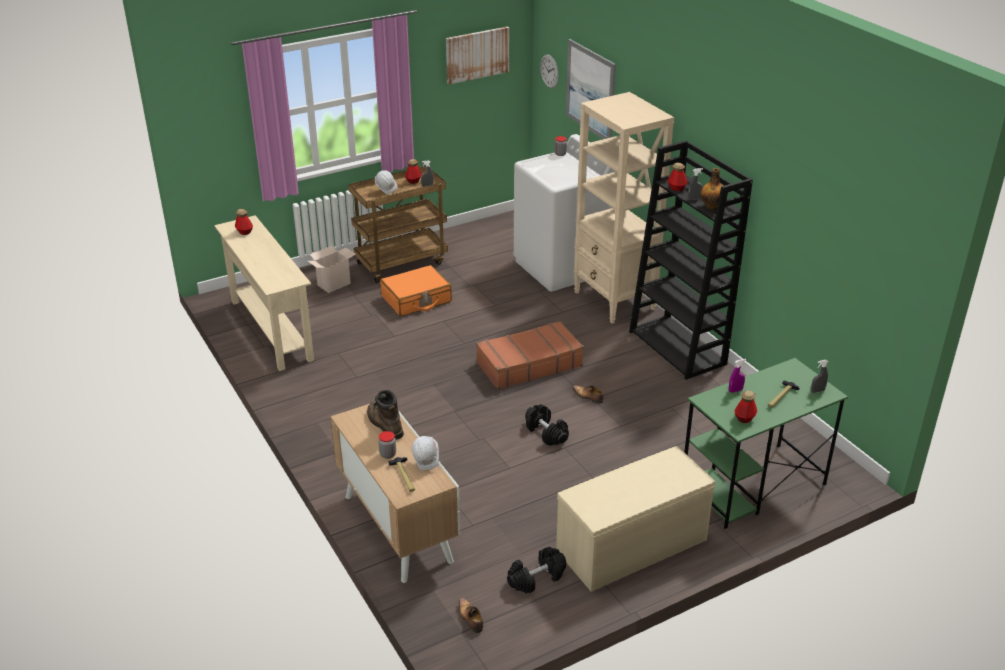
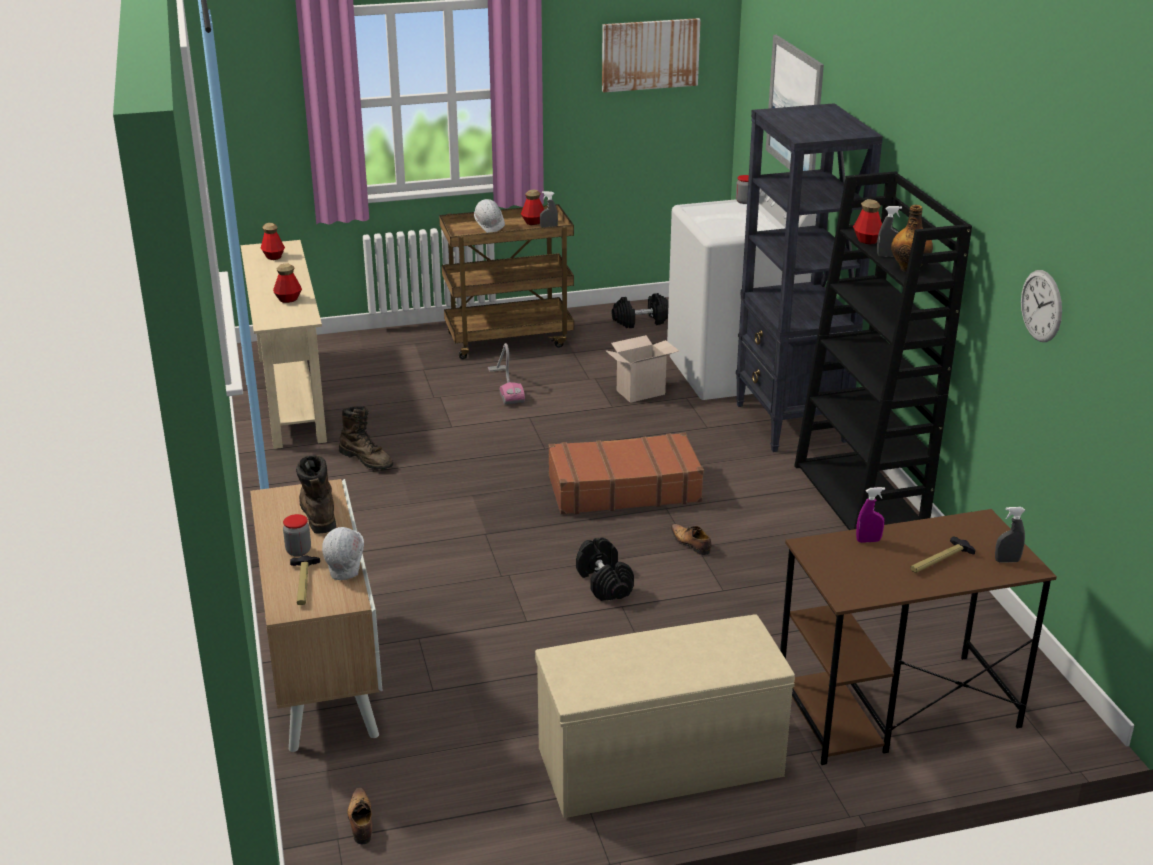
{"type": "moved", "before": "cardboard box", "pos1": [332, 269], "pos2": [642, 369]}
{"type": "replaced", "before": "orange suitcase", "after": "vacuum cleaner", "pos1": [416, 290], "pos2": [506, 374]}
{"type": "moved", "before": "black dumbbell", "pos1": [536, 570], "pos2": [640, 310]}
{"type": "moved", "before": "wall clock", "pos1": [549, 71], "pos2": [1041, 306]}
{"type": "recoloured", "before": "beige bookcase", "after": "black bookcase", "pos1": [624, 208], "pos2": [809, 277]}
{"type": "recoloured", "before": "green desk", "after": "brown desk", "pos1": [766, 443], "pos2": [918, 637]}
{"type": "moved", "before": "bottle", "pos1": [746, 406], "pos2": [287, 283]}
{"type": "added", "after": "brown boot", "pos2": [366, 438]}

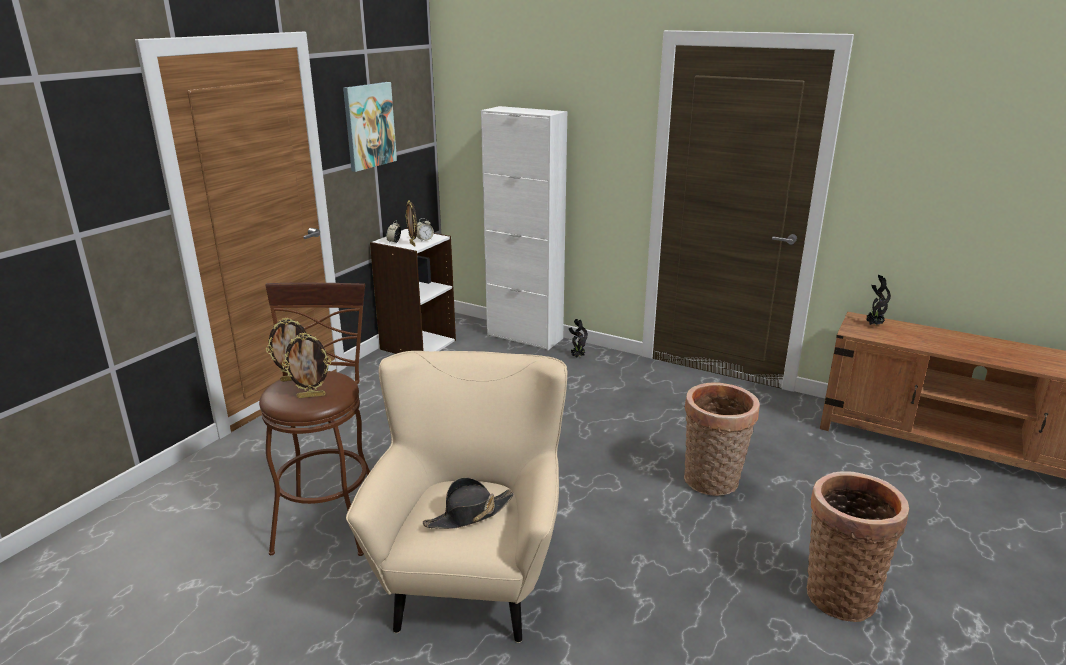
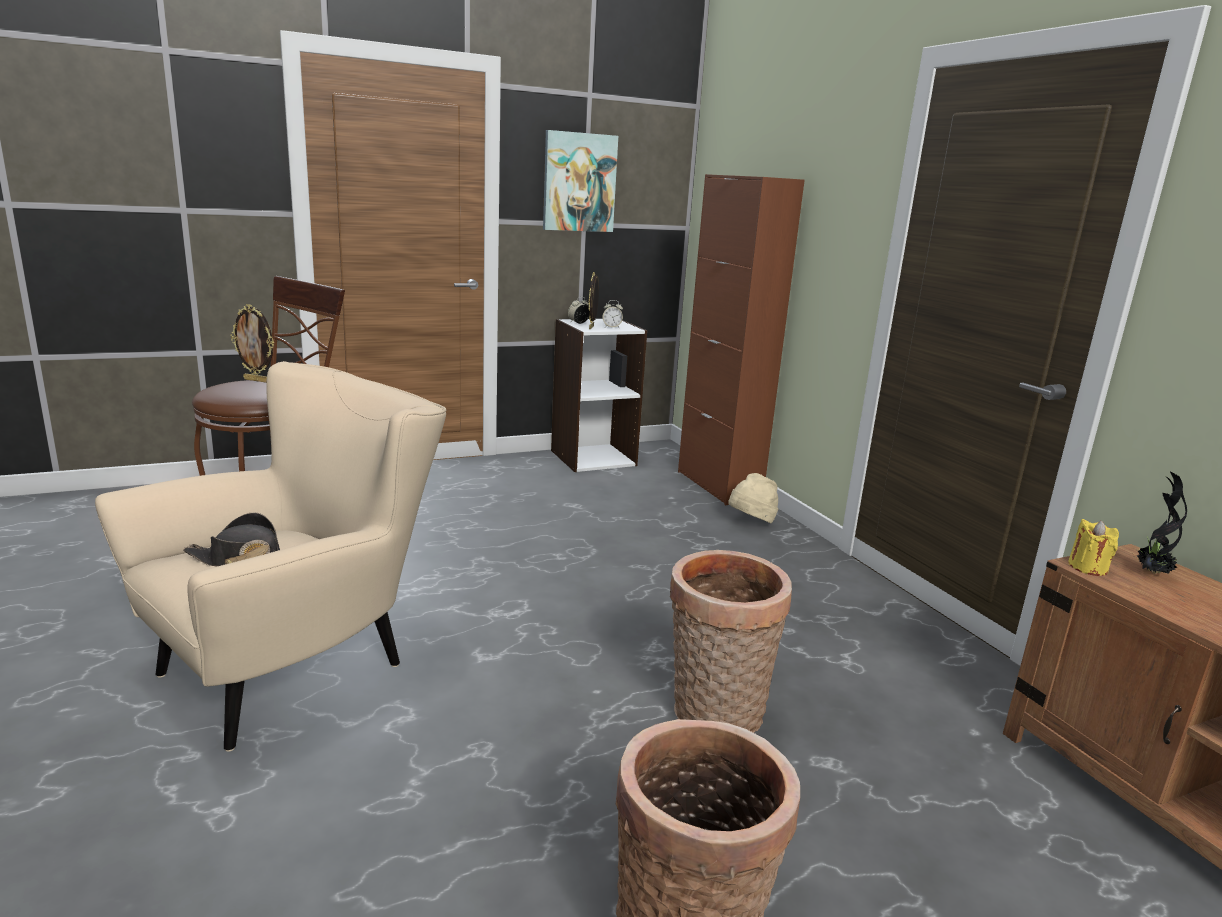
{"type": "removed", "before": "picture frame", "pos1": [306, 365]}
{"type": "recoloured", "before": "white cabinet", "after": "brown cabinet", "pos1": [524, 228], "pos2": [741, 339]}
{"type": "replaced", "before": "potted plant", "after": "beige hat", "pos1": [578, 338], "pos2": [753, 498]}
{"type": "added", "after": "yellow candle", "pos2": [1093, 547]}

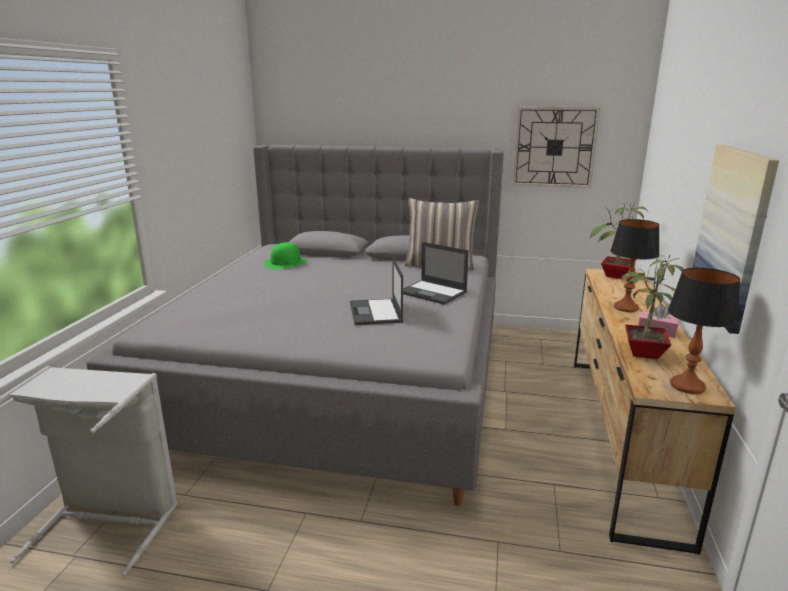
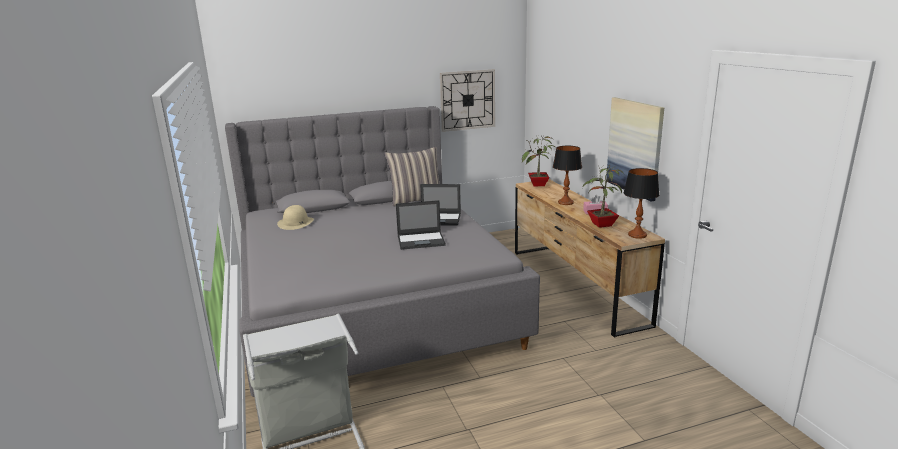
{"type": "recoloured", "before": "green hat", "after": "beige hat", "pos1": [285, 255], "pos2": [295, 217]}
{"type": "turned", "before": "laptop", "pos1": [376, 291], "pos2": [421, 225], "turn": -60}

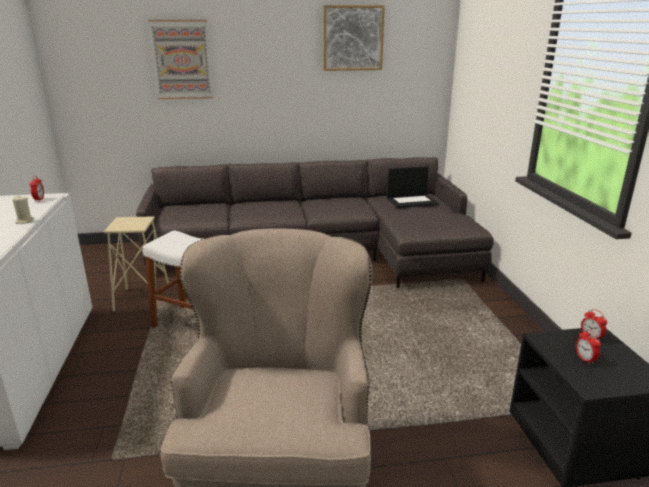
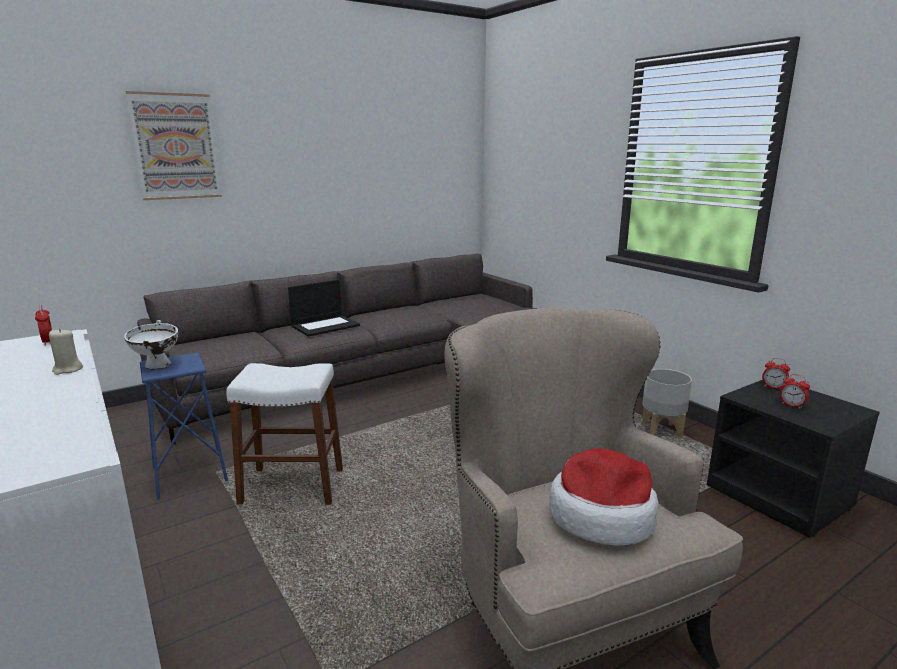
{"type": "recoloured", "before": "beige stool", "after": "blue stool", "pos1": [137, 264], "pos2": [184, 426]}
{"type": "removed", "before": "picture", "pos1": [354, 38]}
{"type": "moved", "before": "laptop", "pos1": [413, 187], "pos2": [324, 308]}
{"type": "added", "after": "white bowl", "pos2": [151, 345]}
{"type": "added", "after": "hat", "pos2": [604, 497]}
{"type": "added", "after": "grey planter", "pos2": [667, 403]}

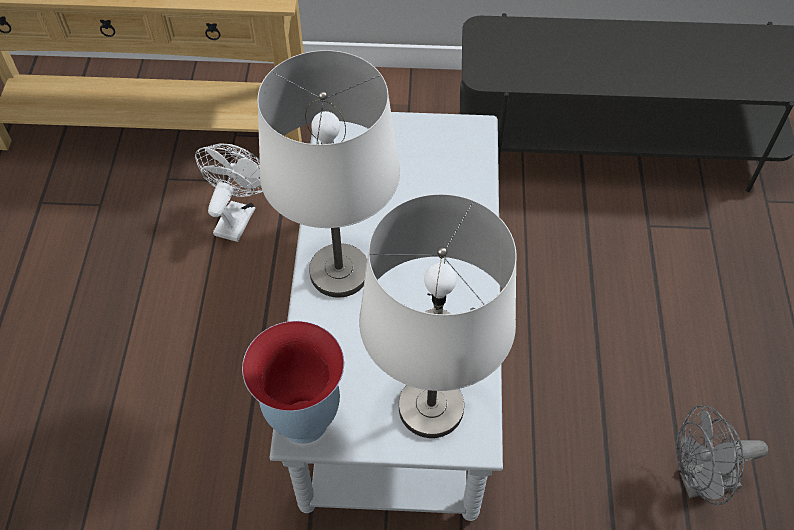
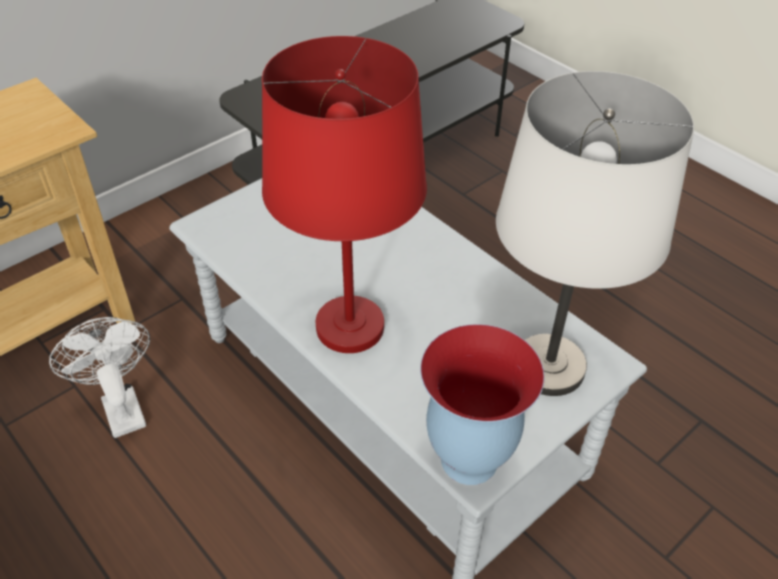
{"type": "recoloured", "before": "white table lamp", "after": "red table lamp", "pos1": [328, 174], "pos2": [344, 194]}
{"type": "removed", "before": "grey fan", "pos1": [722, 455]}

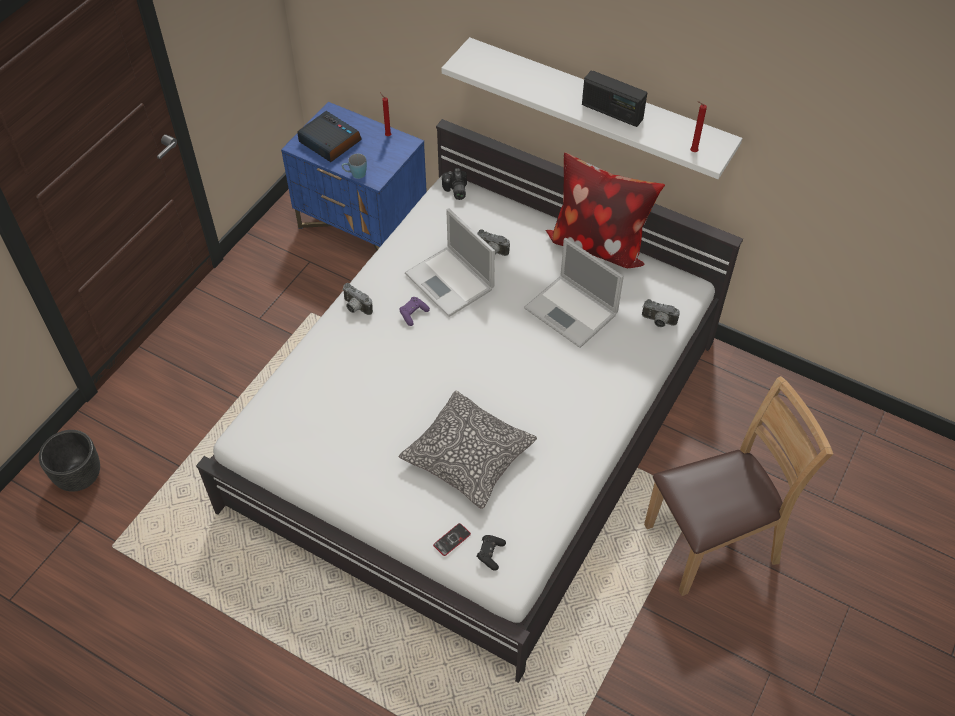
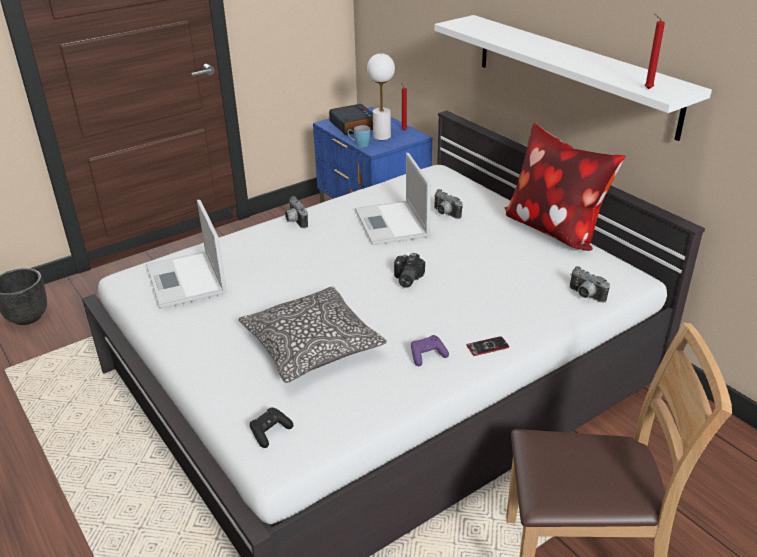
{"type": "moved", "before": "purple game controller", "pos1": [414, 311], "pos2": [430, 350]}
{"type": "moved", "before": "phone", "pos1": [452, 539], "pos2": [488, 346]}
{"type": "moved", "before": "photo camera", "pos1": [454, 184], "pos2": [409, 270]}
{"type": "moved", "before": "laptop", "pos1": [574, 293], "pos2": [186, 254]}
{"type": "removed", "before": "radio", "pos1": [614, 99]}
{"type": "added", "after": "white table lamp", "pos2": [381, 96]}

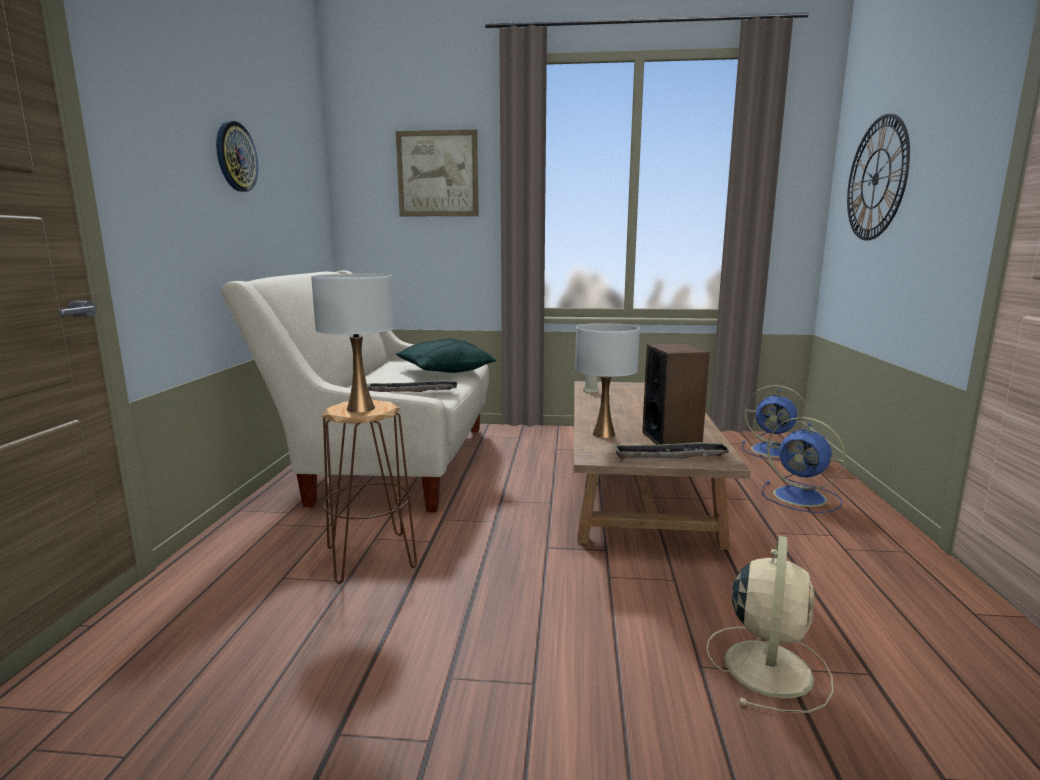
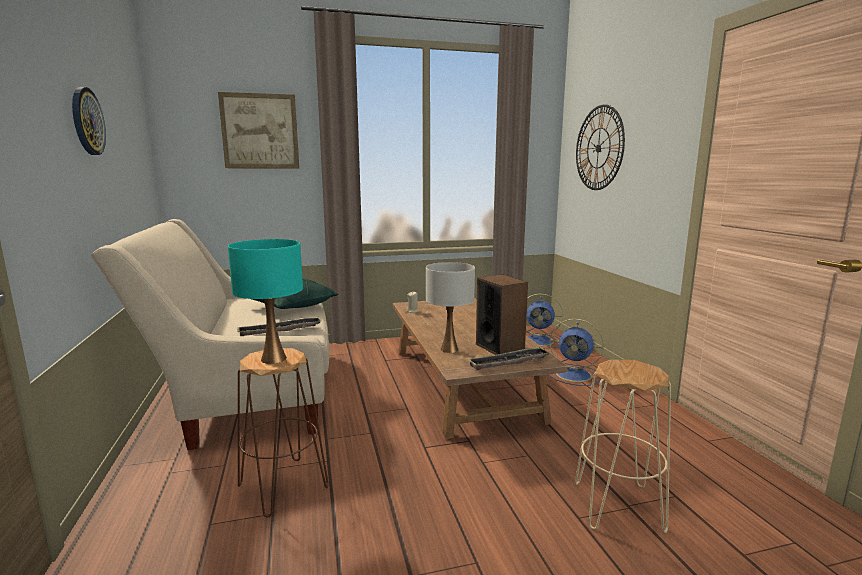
{"type": "recoloured", "before": "white table lamp", "after": "turquoise table lamp", "pos1": [352, 343], "pos2": [265, 301]}
{"type": "replaced", "before": "beige fan", "after": "beige stool", "pos1": [770, 624], "pos2": [623, 446]}

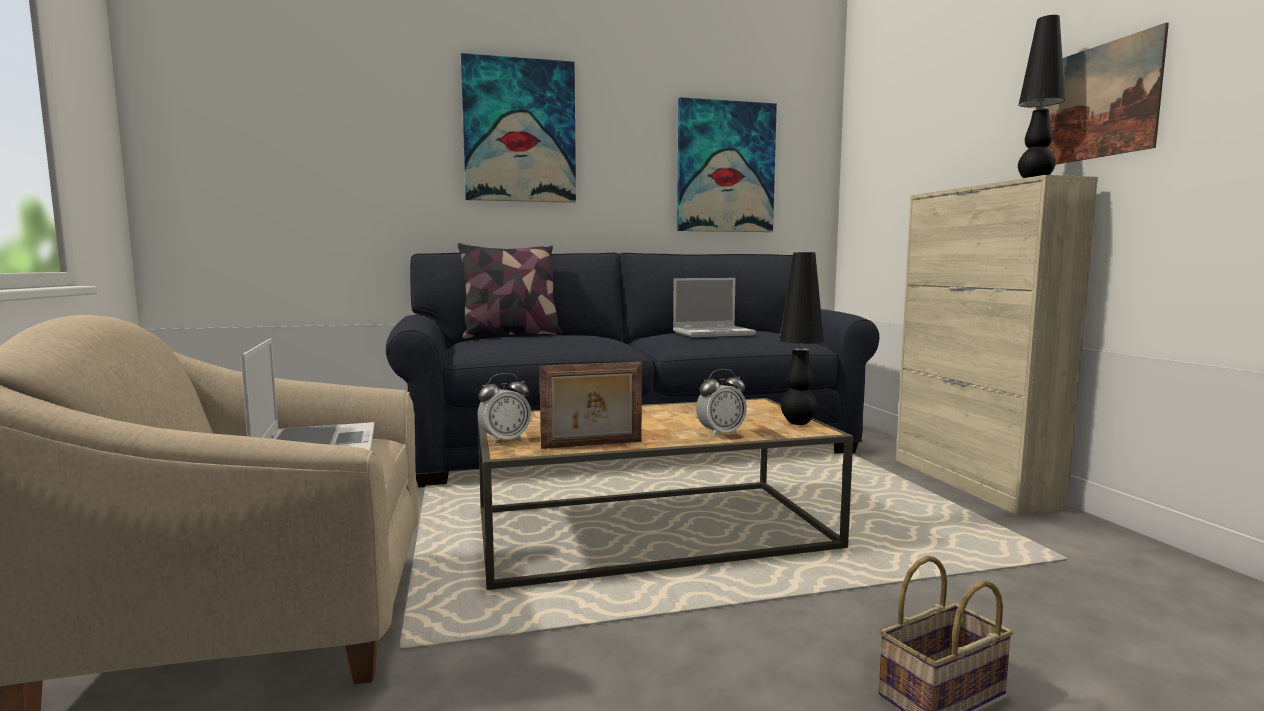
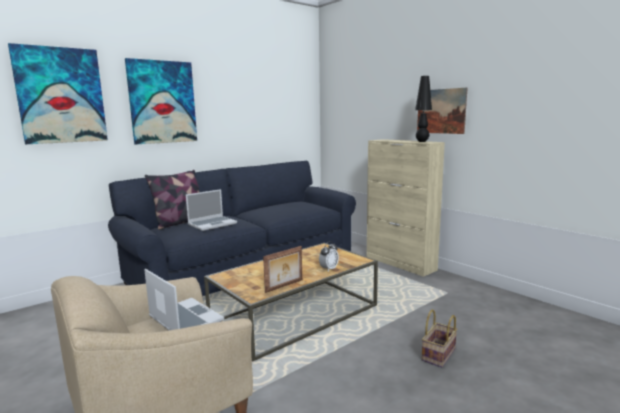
{"type": "removed", "before": "alarm clock", "pos1": [504, 409]}
{"type": "moved", "before": "laptop", "pos1": [714, 307], "pos2": [211, 210]}
{"type": "moved", "before": "picture", "pos1": [727, 164], "pos2": [58, 93]}
{"type": "removed", "before": "black table lamp", "pos1": [801, 338]}

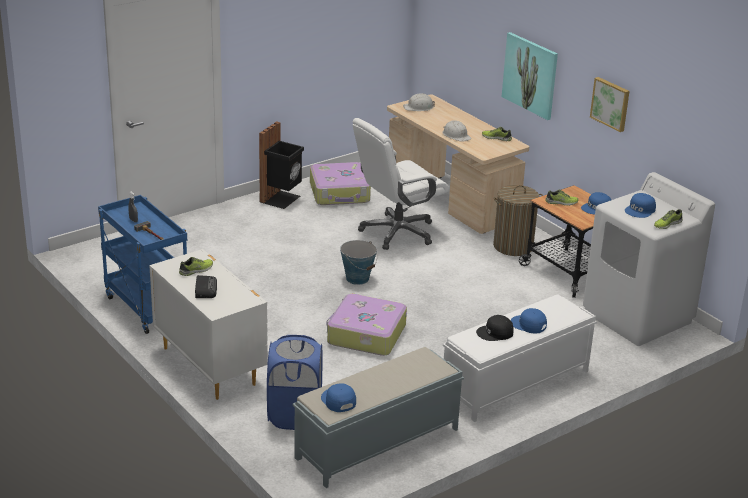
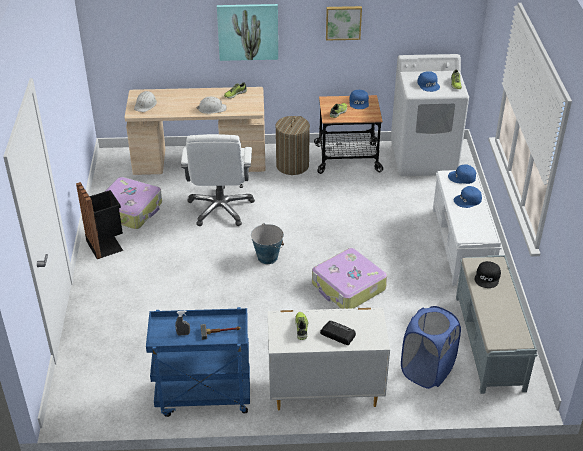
{"type": "moved", "before": "blue cap", "pos1": [338, 397], "pos2": [462, 174]}
{"type": "moved", "before": "black cap", "pos1": [495, 328], "pos2": [487, 274]}

